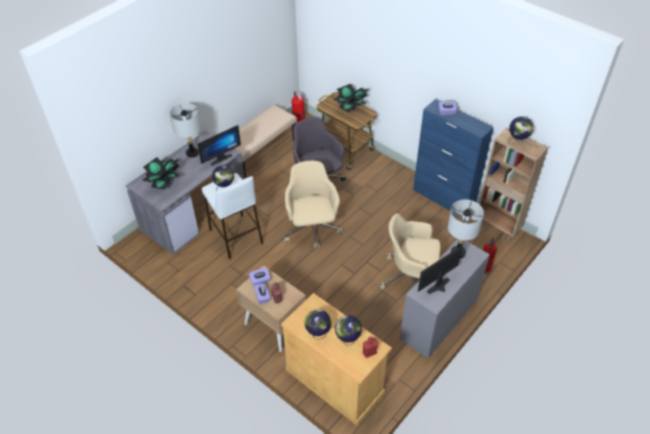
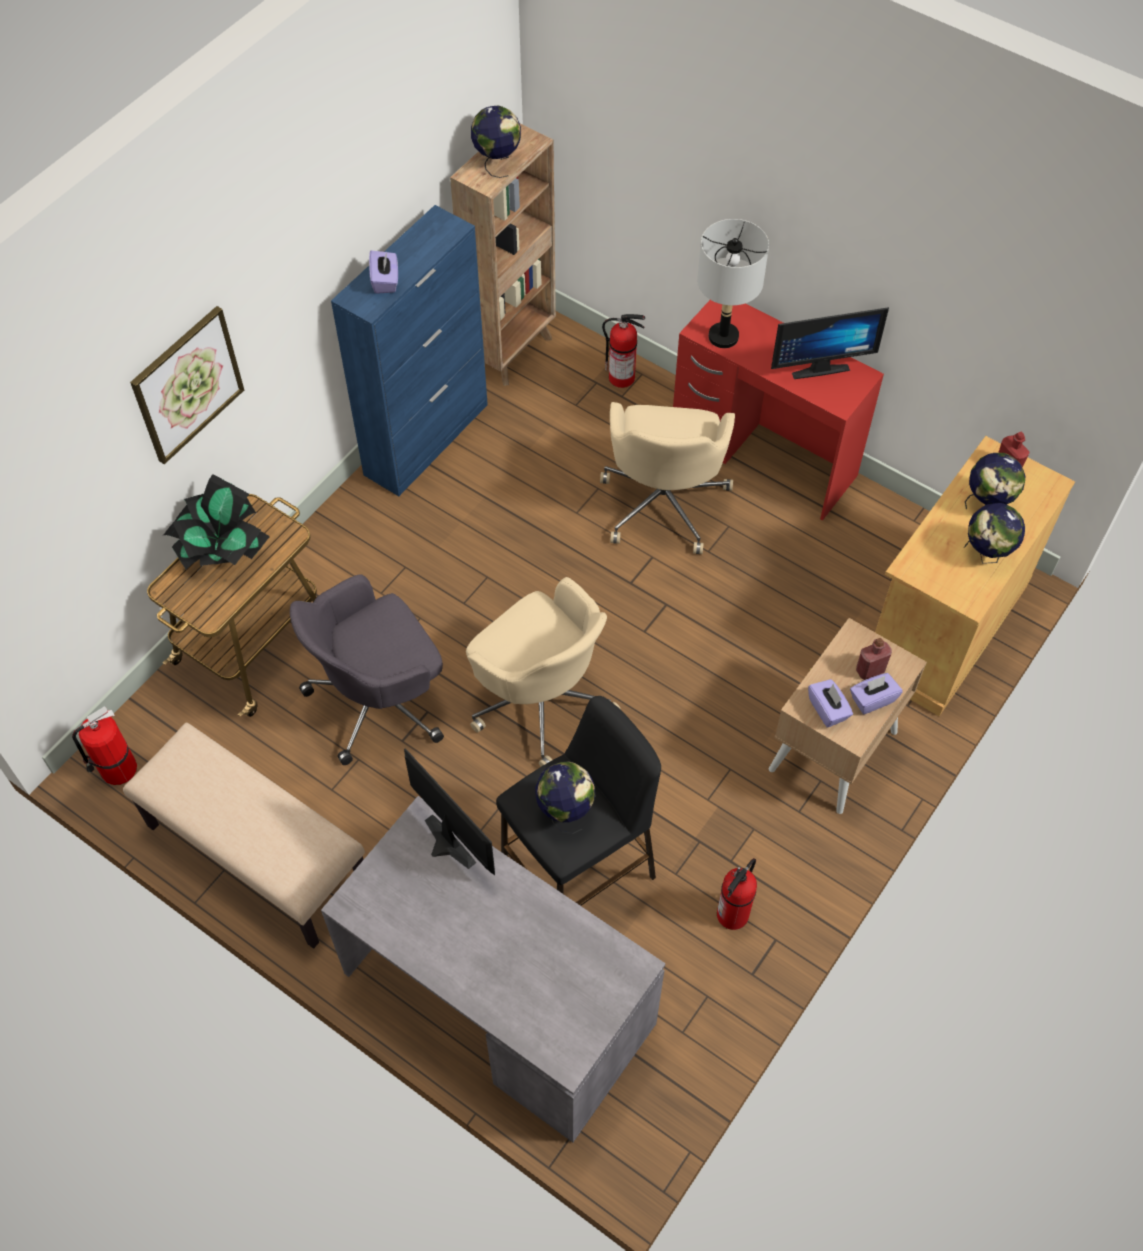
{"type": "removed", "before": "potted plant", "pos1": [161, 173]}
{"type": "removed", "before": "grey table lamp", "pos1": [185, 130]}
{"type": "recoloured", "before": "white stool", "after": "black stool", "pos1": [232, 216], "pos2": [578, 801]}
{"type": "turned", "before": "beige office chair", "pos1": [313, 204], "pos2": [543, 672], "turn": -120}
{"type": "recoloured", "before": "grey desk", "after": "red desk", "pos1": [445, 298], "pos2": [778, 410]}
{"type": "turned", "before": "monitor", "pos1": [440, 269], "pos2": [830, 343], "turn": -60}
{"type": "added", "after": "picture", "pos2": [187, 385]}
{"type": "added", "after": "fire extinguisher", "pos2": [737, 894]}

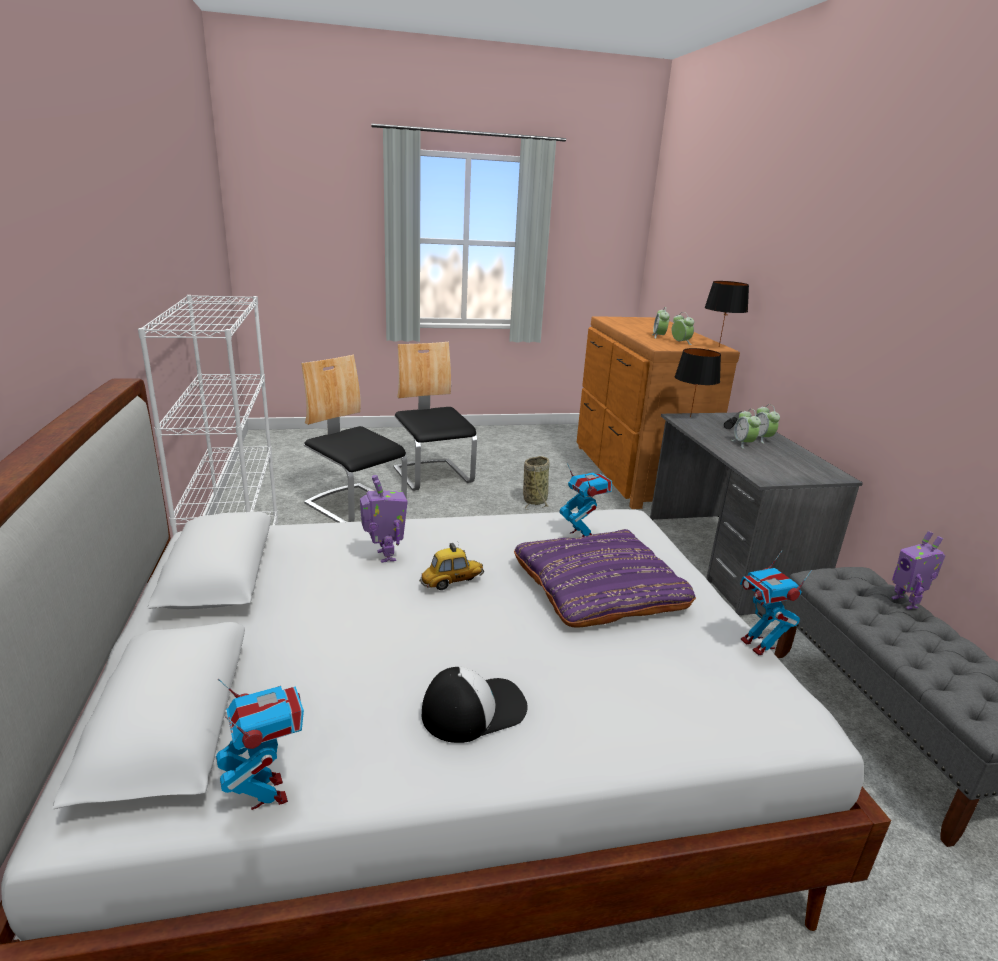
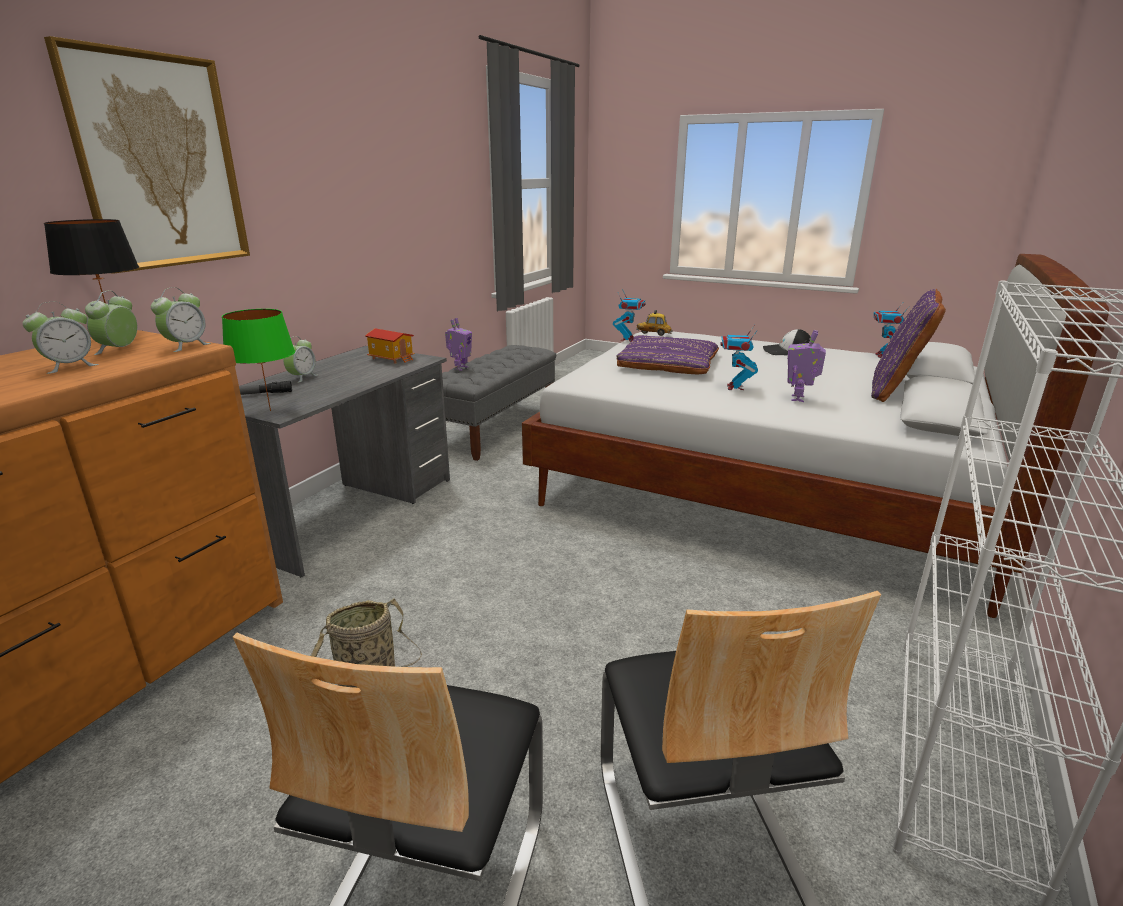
{"type": "moved", "before": "toy car", "pos1": [451, 566], "pos2": [654, 323]}
{"type": "moved", "before": "toy robot", "pos1": [585, 500], "pos2": [739, 357]}
{"type": "recoloured", "before": "black table lamp", "after": "green table lamp", "pos1": [698, 383], "pos2": [258, 360]}
{"type": "moved", "before": "alarm clock", "pos1": [746, 429], "pos2": [181, 319]}
{"type": "added", "after": "picture", "pos2": [147, 155]}
{"type": "added", "after": "toy house", "pos2": [390, 346]}
{"type": "added", "after": "purple pillow", "pos2": [908, 345]}

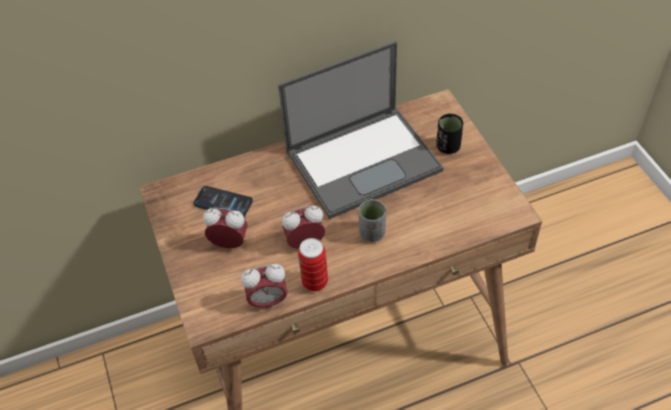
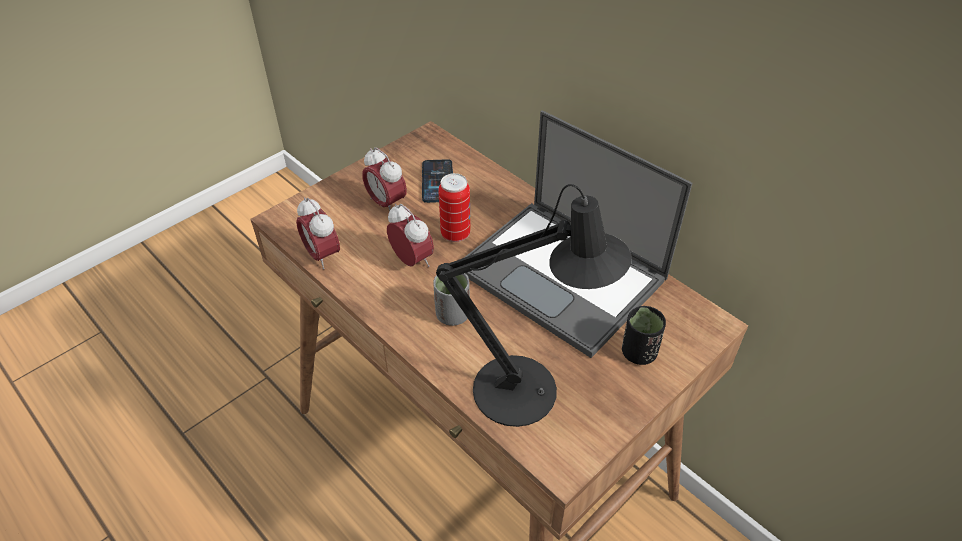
{"type": "turned", "before": "alarm clock", "pos1": [225, 227], "pos2": [384, 179], "turn": 150}
{"type": "moved", "before": "can", "pos1": [313, 264], "pos2": [454, 207]}
{"type": "added", "after": "black table lamp", "pos2": [534, 305]}

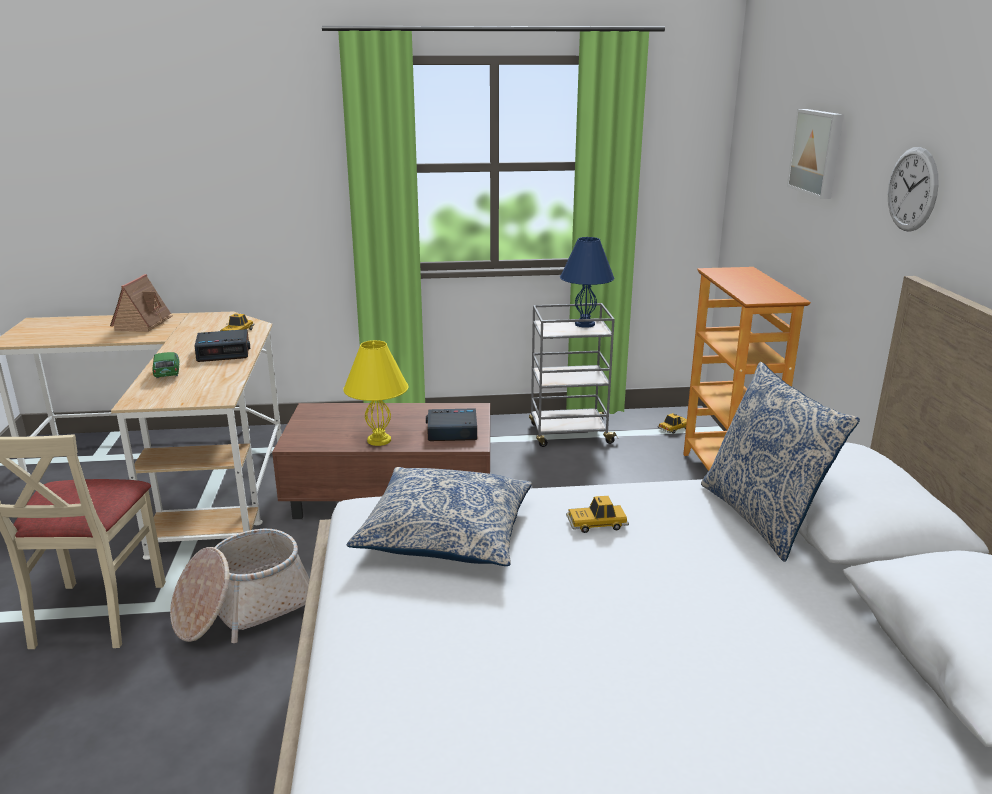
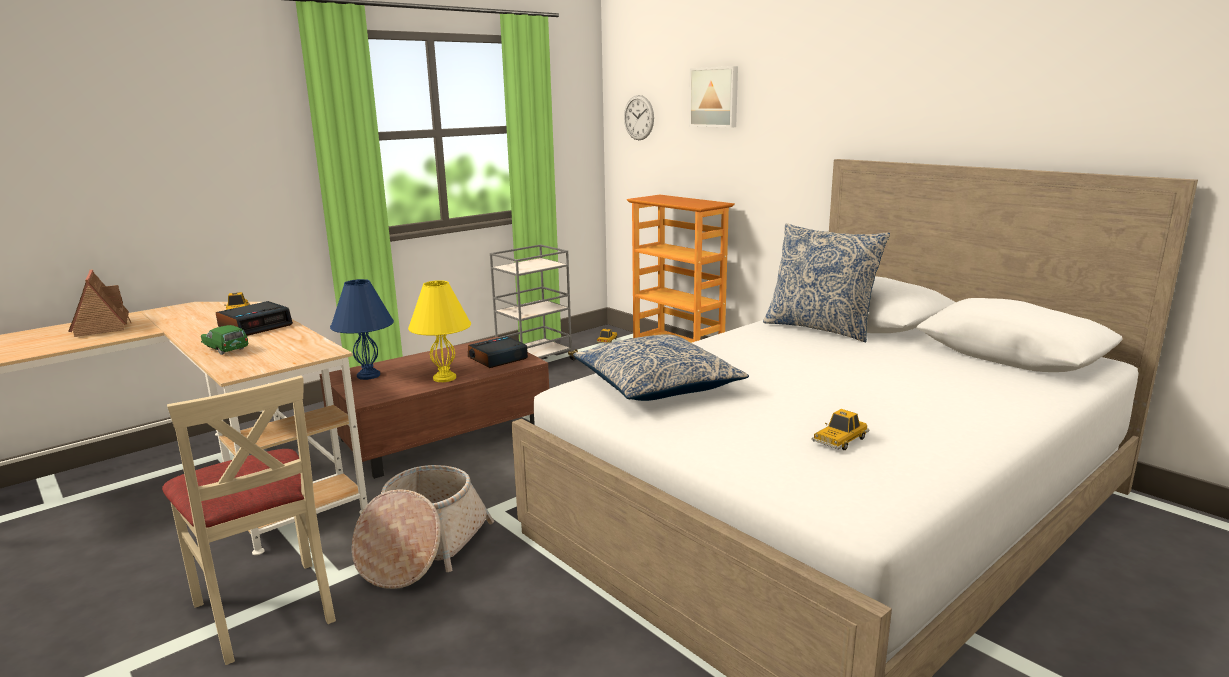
{"type": "moved", "before": "blue table lamp", "pos1": [587, 282], "pos2": [362, 329]}
{"type": "moved", "before": "toy car", "pos1": [597, 514], "pos2": [840, 429]}
{"type": "moved", "before": "wall clock", "pos1": [913, 189], "pos2": [639, 117]}

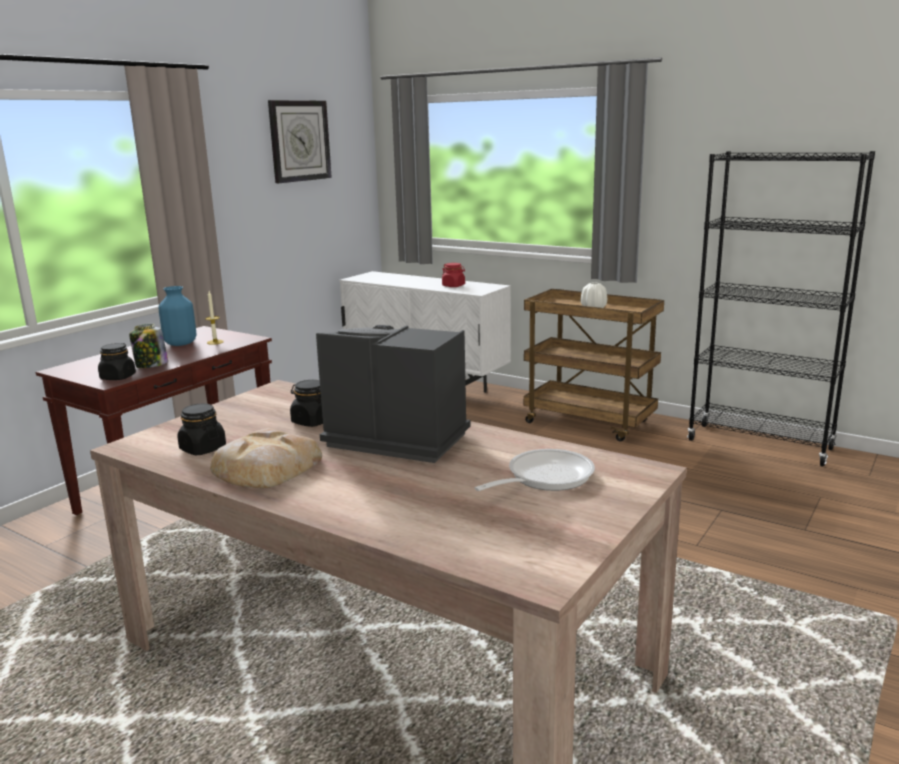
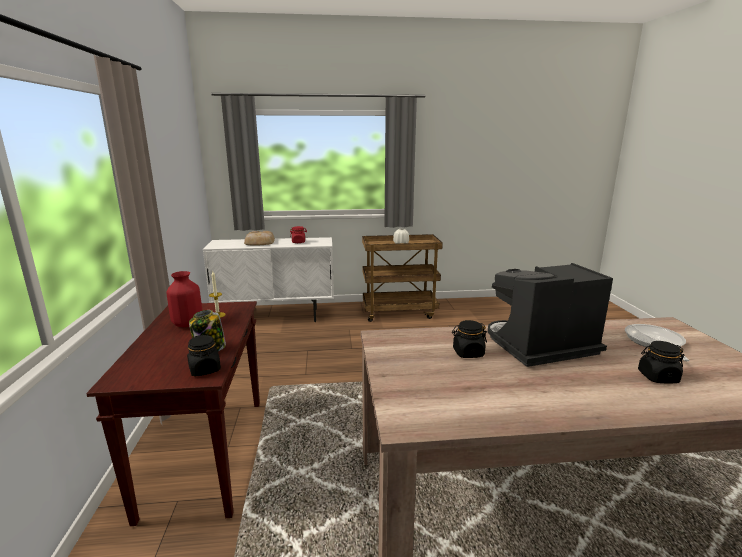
{"type": "recoloured", "before": "blue vase", "after": "red vase", "pos1": [177, 316], "pos2": [184, 299]}
{"type": "moved", "before": "black jar", "pos1": [201, 429], "pos2": [661, 362]}
{"type": "moved", "before": "bread", "pos1": [266, 458], "pos2": [259, 238]}
{"type": "removed", "before": "wall clock", "pos1": [300, 141]}
{"type": "removed", "before": "black bookcase", "pos1": [781, 309]}

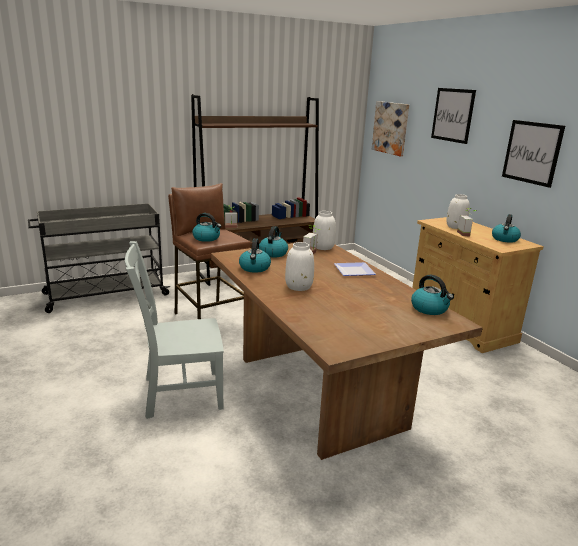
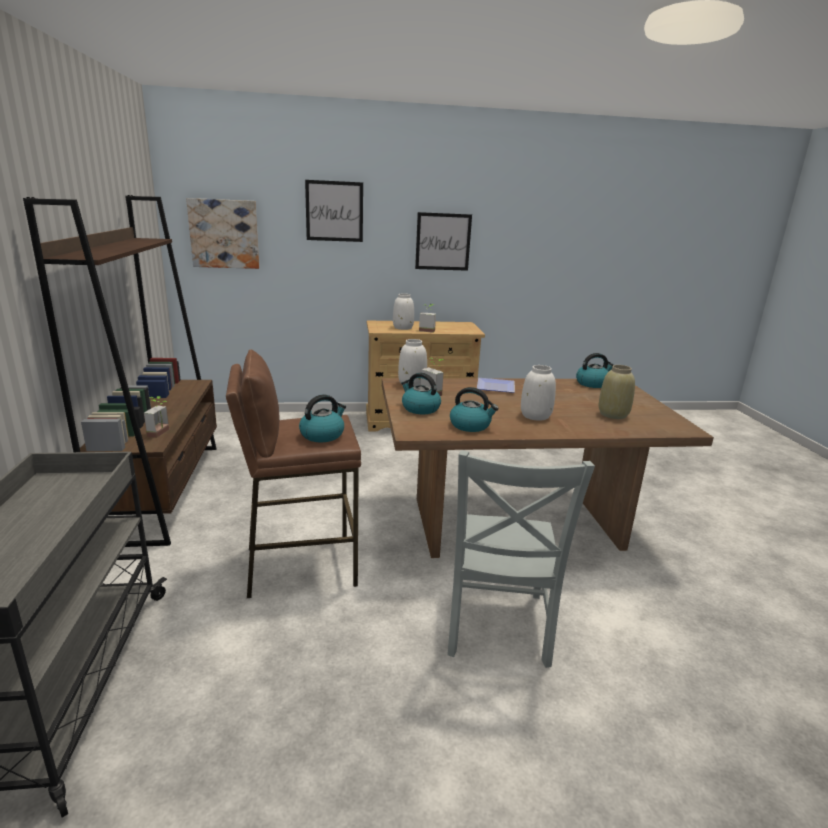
{"type": "removed", "before": "kettle", "pos1": [506, 228]}
{"type": "added", "after": "beige vase", "pos2": [616, 392]}

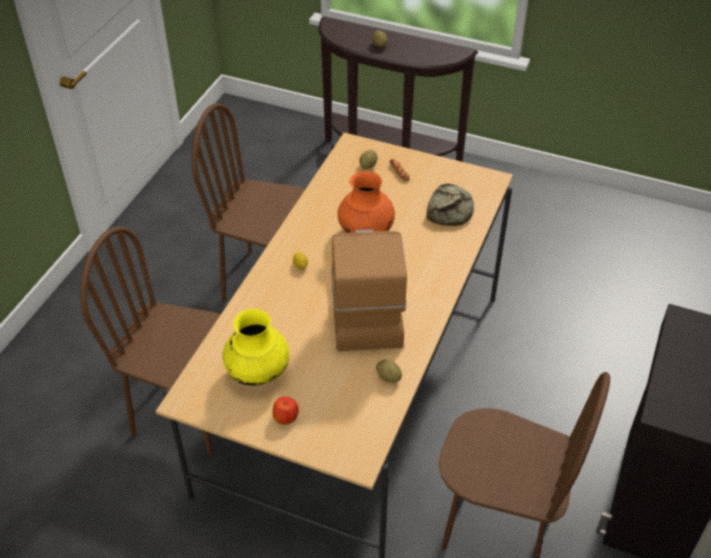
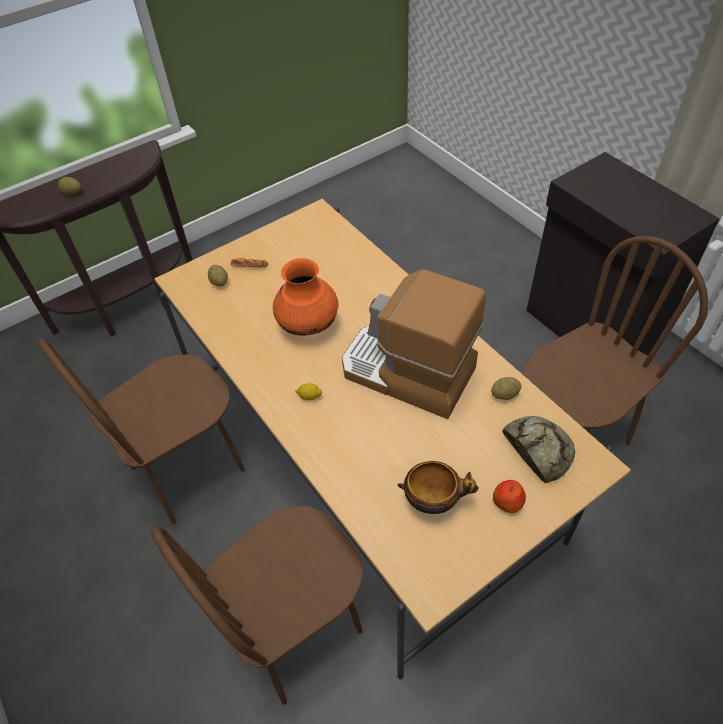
{"type": "replaced", "before": "yellow vase", "after": "bowl", "pos1": [255, 347], "pos2": [438, 487]}
{"type": "moved", "before": "bread", "pos1": [450, 204], "pos2": [538, 449]}

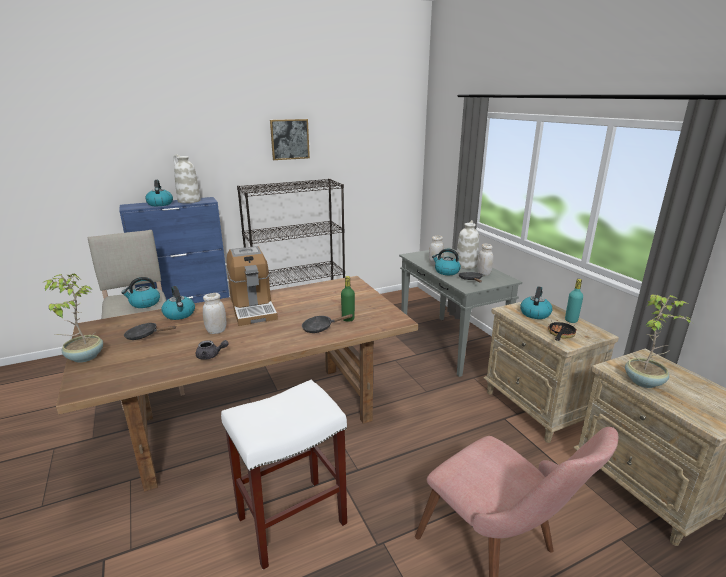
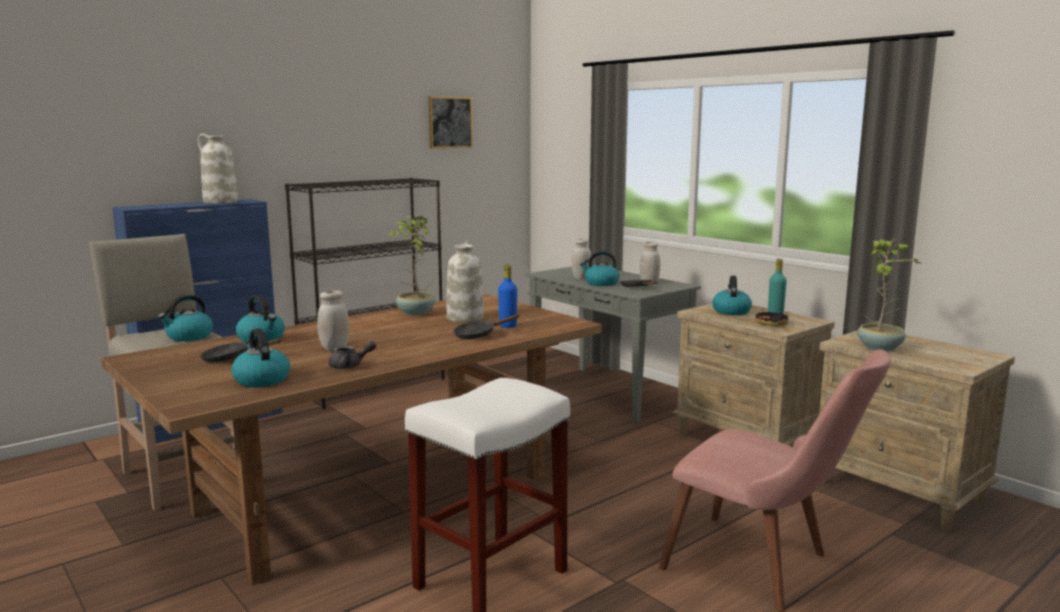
{"type": "moved", "before": "potted plant", "pos1": [73, 318], "pos2": [412, 266]}
{"type": "moved", "before": "kettle", "pos1": [159, 193], "pos2": [260, 357]}
{"type": "removed", "before": "coffee machine", "pos1": [252, 286]}
{"type": "moved", "before": "picture", "pos1": [290, 139], "pos2": [450, 122]}
{"type": "recoloured", "before": "green bottle", "after": "blue bottle", "pos1": [348, 299], "pos2": [507, 296]}
{"type": "moved", "before": "white vase", "pos1": [468, 244], "pos2": [465, 281]}

